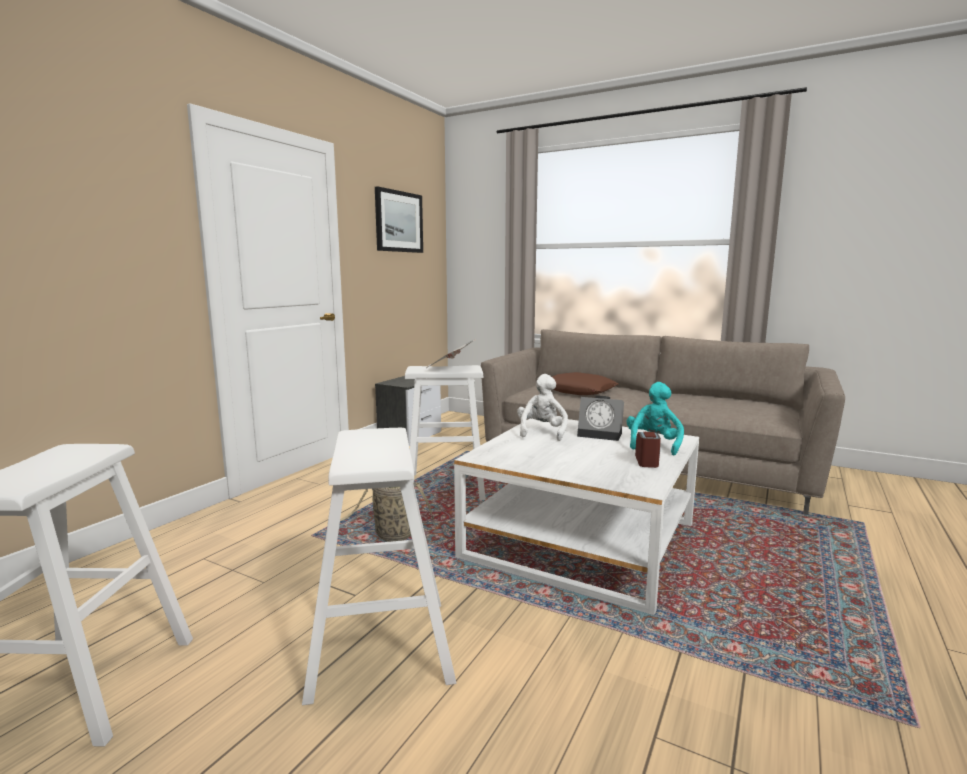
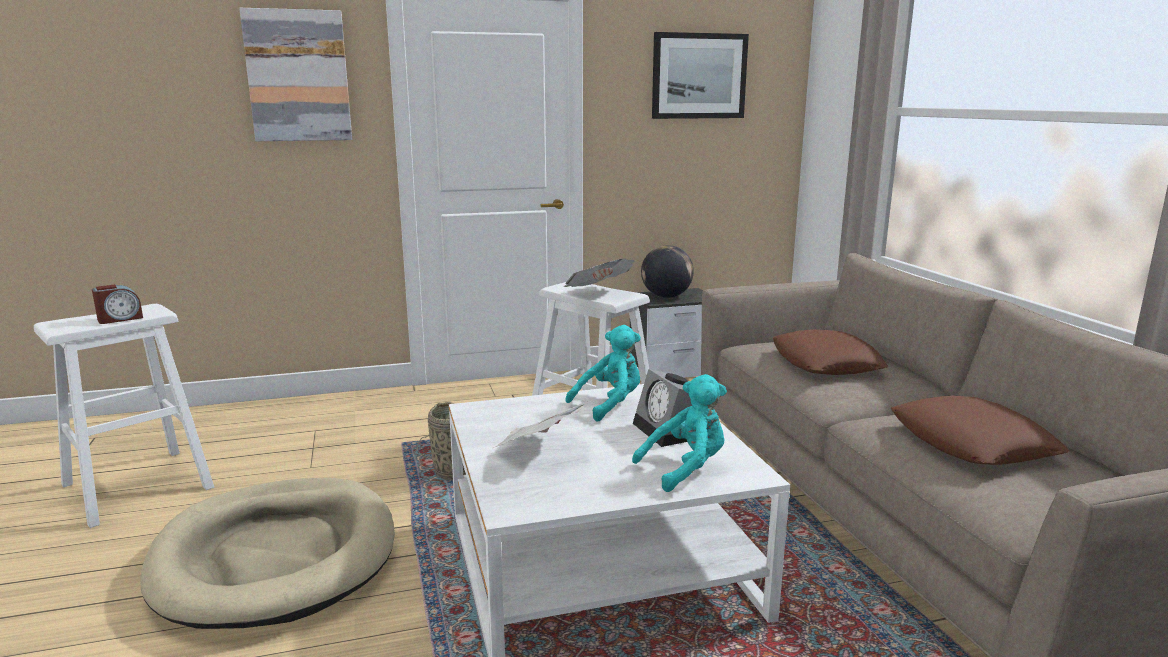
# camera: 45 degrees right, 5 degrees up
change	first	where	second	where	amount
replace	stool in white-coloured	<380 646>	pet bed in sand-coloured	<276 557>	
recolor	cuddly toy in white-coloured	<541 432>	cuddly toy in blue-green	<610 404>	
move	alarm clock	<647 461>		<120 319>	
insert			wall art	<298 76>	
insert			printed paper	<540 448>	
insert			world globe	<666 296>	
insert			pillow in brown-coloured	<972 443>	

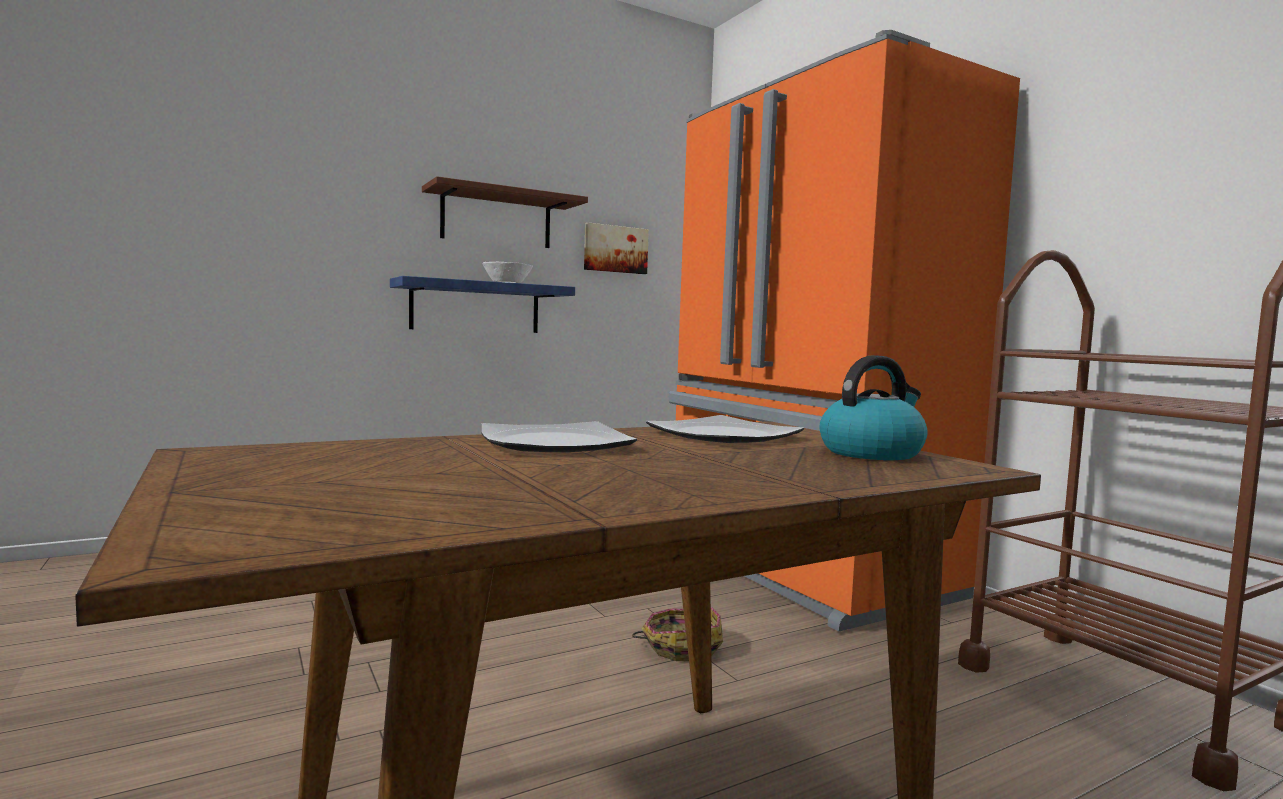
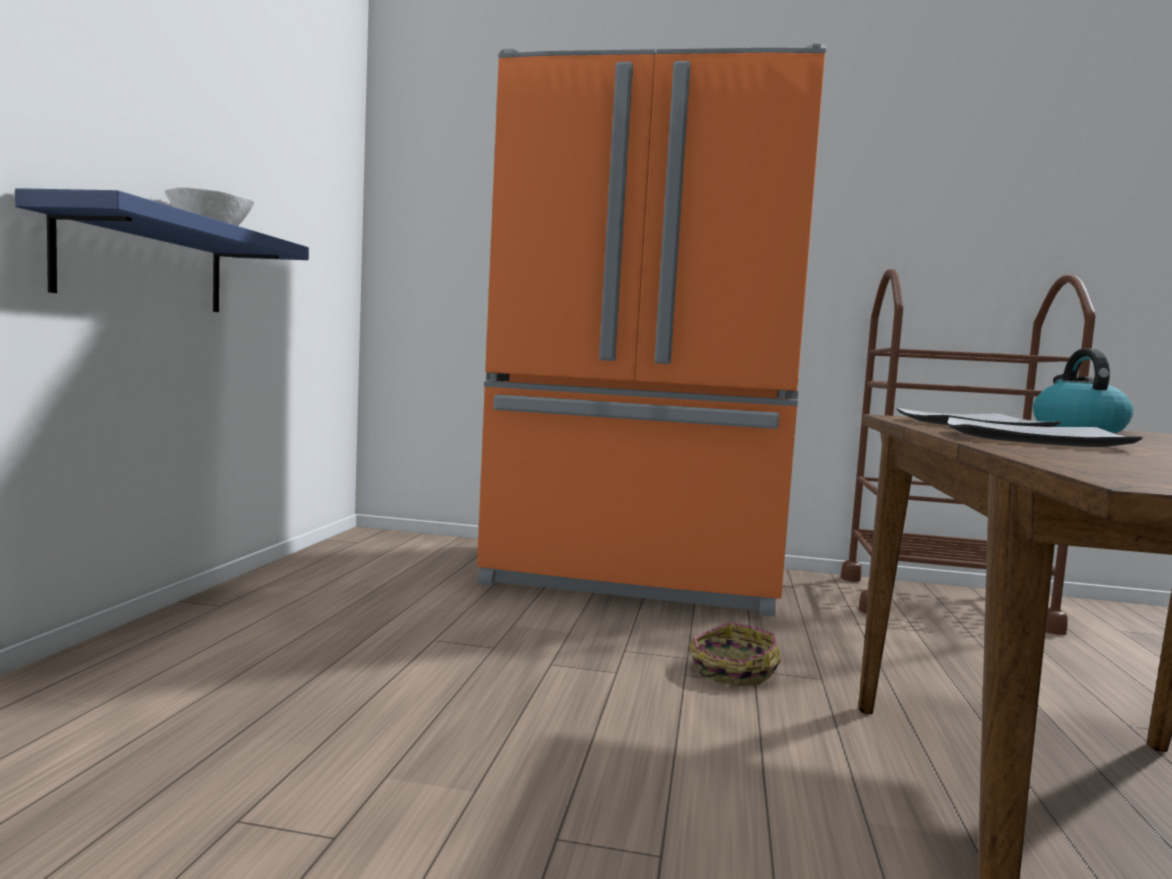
# camera: 50 degrees left, 0 degrees up
change	first	where	second	where	amount
delete	bracket shelf in brown-coloured	<496 219>			
delete	wall art	<615 249>			

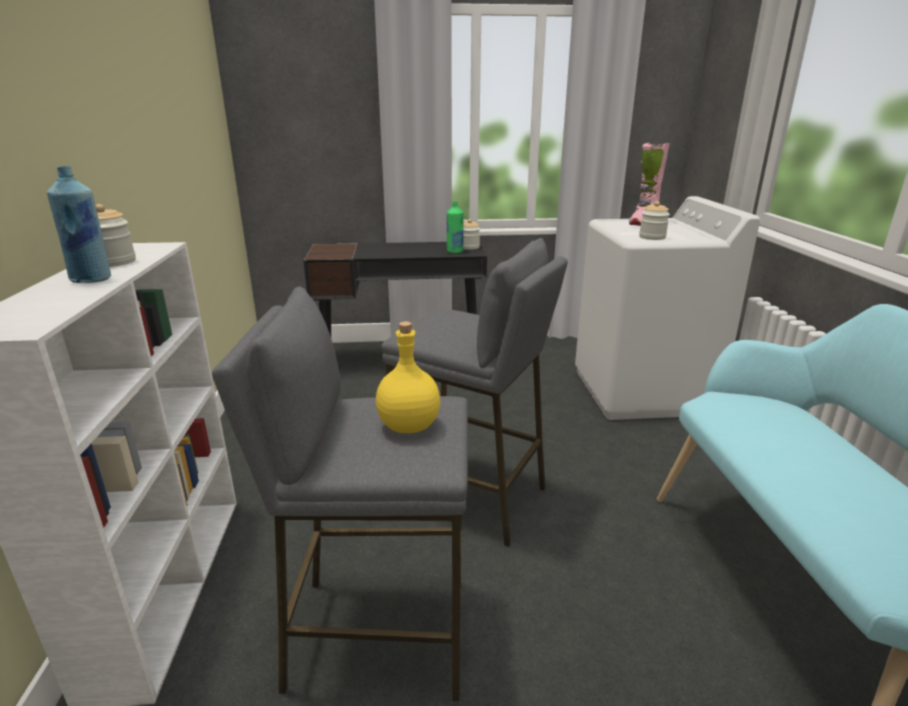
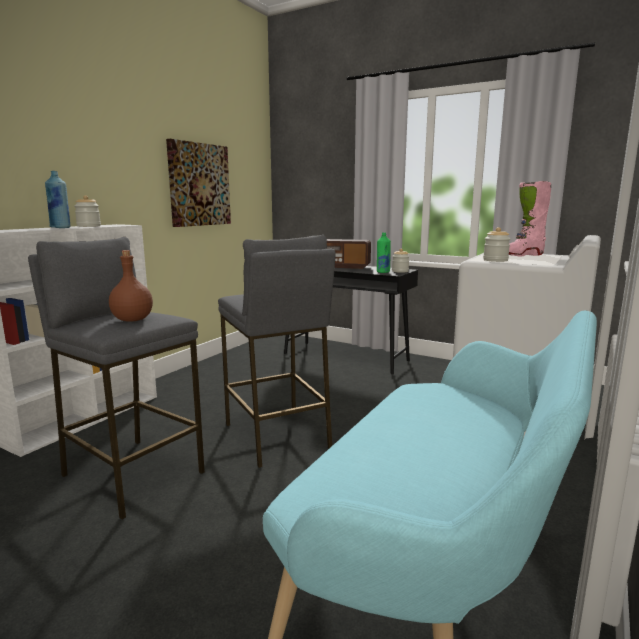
# camera: 35 degrees right, 10 degrees down
change	first	where	second	where	amount
recolor	drink bottle in yellow	<408 426>	drink bottle in brown-coloured	<132 320>	
insert			wall art	<199 185>	
insert			radio receiver	<344 266>	

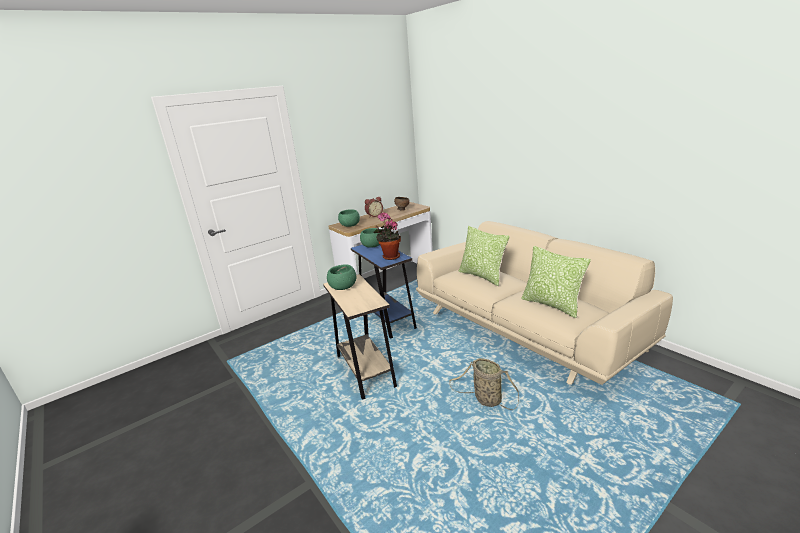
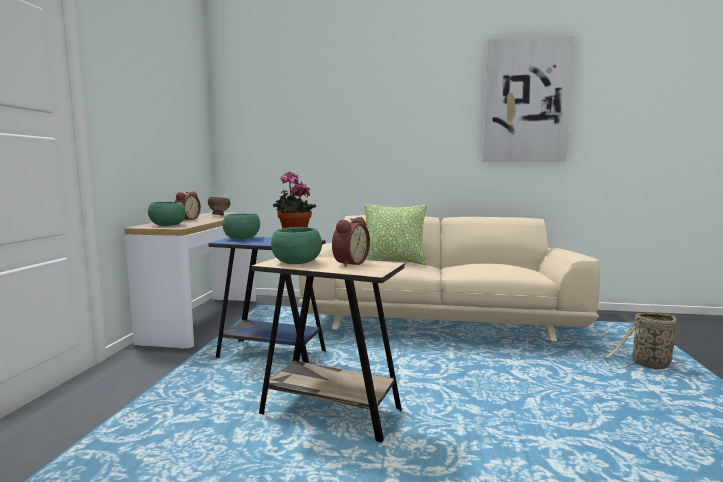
# camera: 45 degrees left, 15 degrees down
change	first	where	second	where	amount
move	household basket	<485 399>		<648 365>	
delete	pillow	<552 305>			
insert			alarm clock	<349 263>	
insert			wall art	<526 101>	

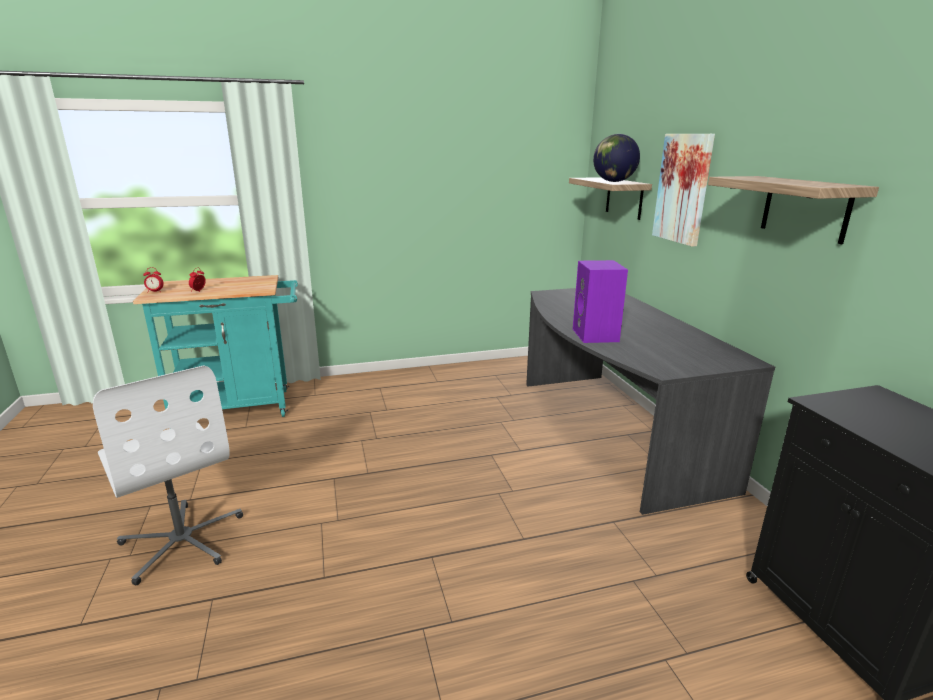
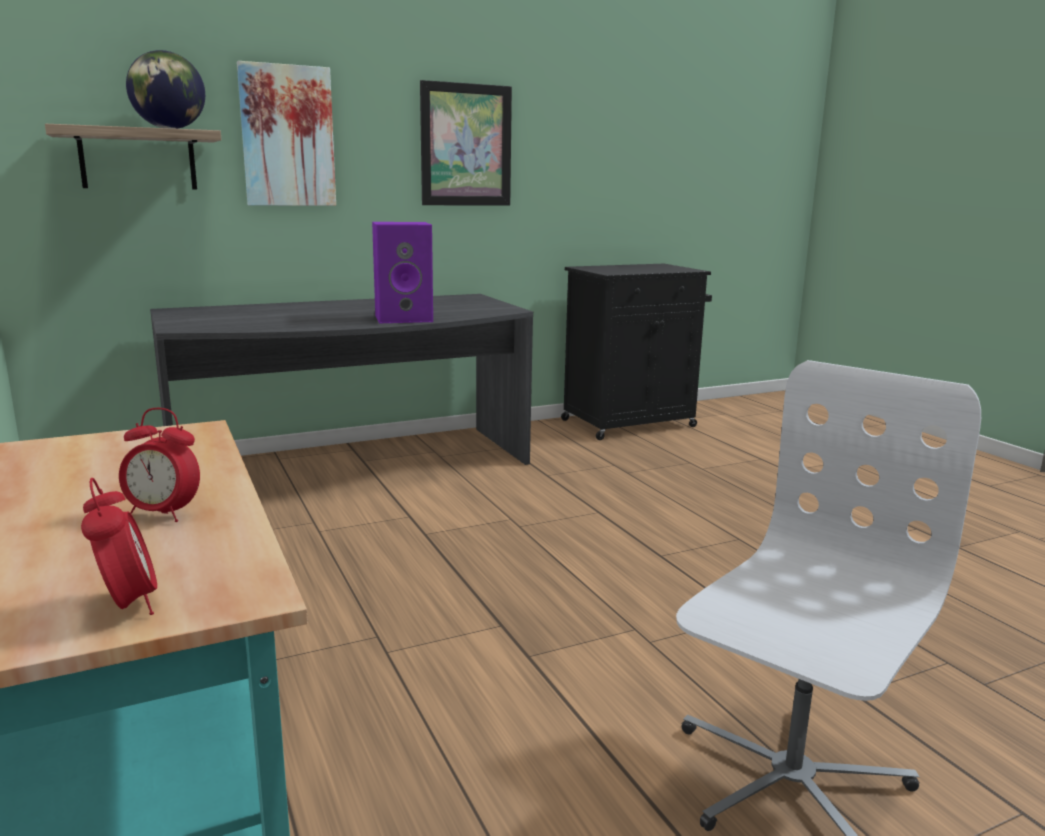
# camera: 100 degrees left, 5 degrees down
change	first	where	second	where	amount
replace	bracket shelf	<805 208>	wall art	<466 145>	

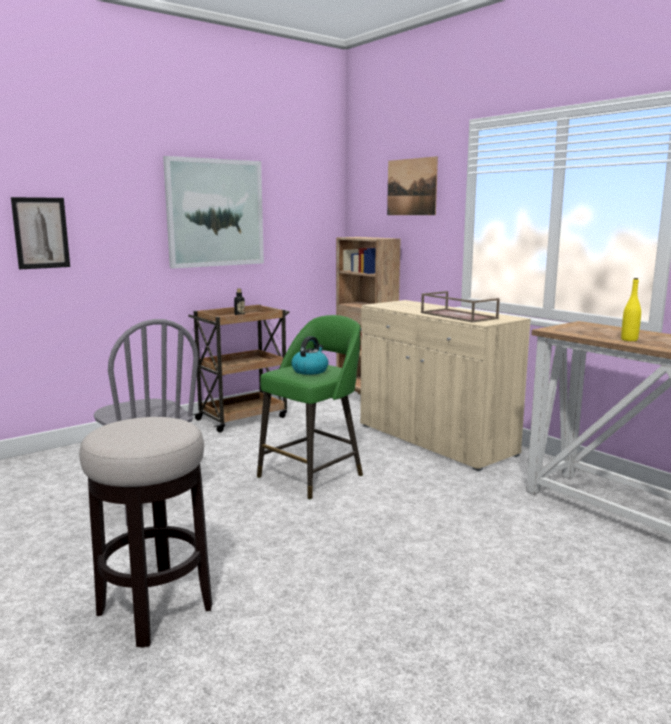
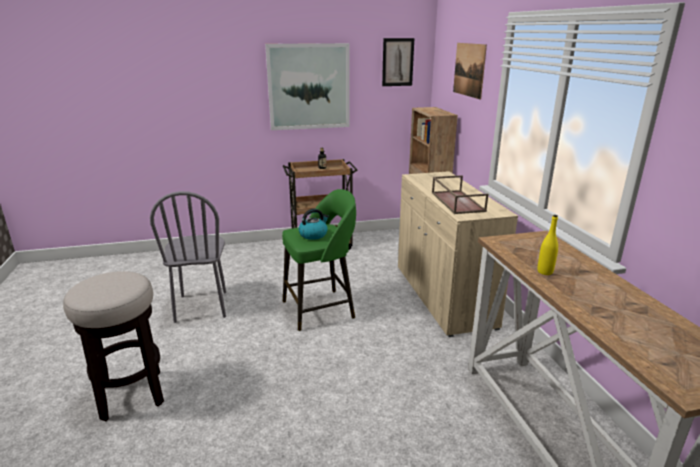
# camera: 25 degrees right, 10 degrees up
change	first	where	second	where	amount
move	wall art	<41 233>		<397 62>	

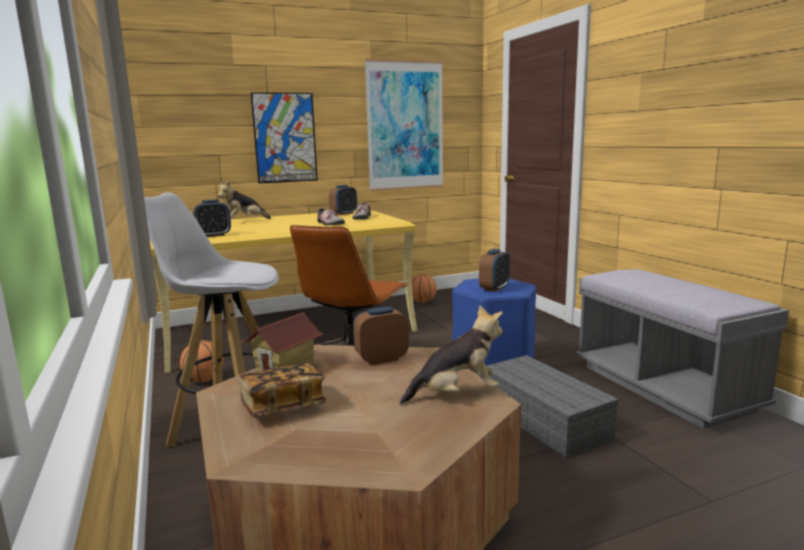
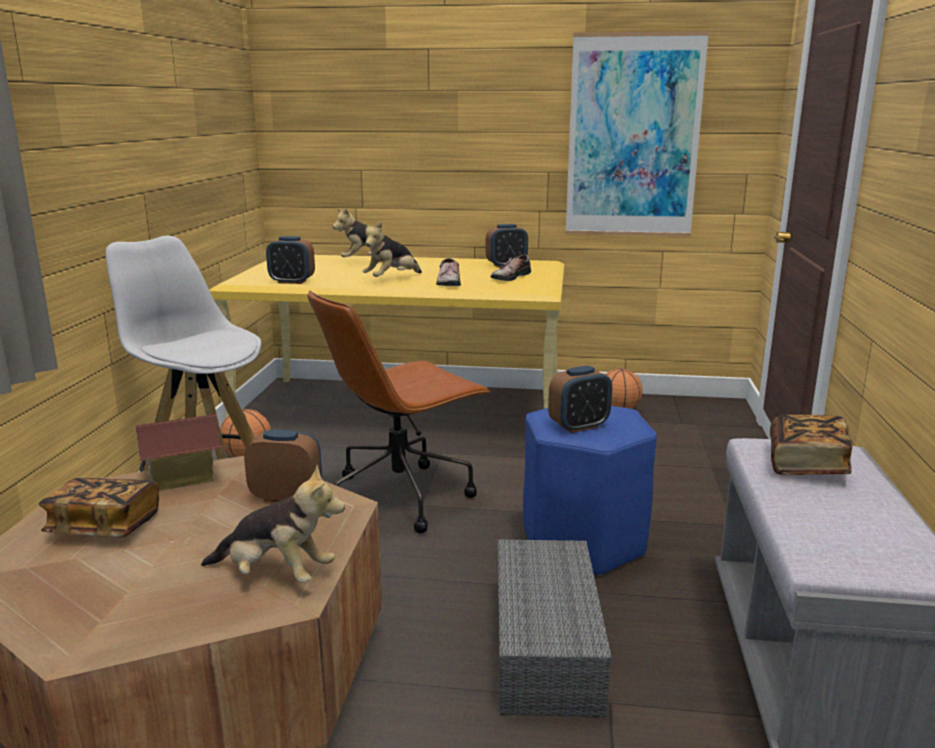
# camera: 30 degrees right, 5 degrees up
change	first	where	second	where	amount
delete	wall art	<285 138>			
insert			cuddly toy	<391 279>	
insert			book	<806 465>	

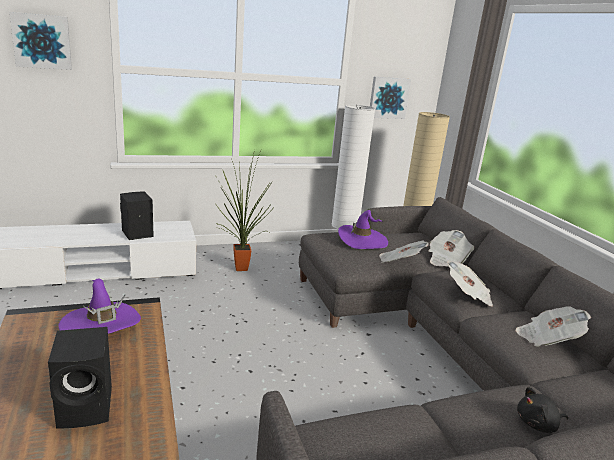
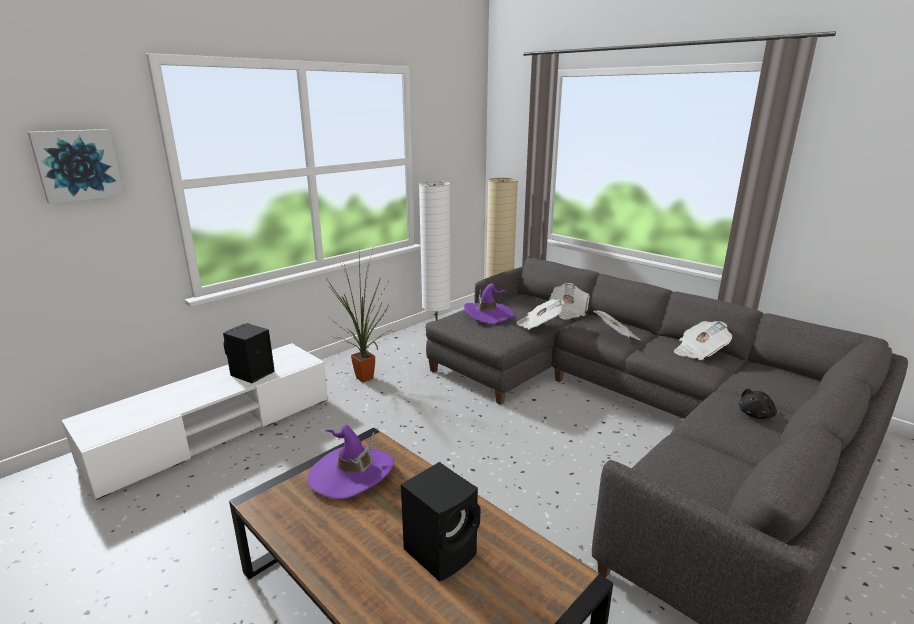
# camera: 25 degrees left, 0 degrees up
change	first	where	second	where	amount
delete	wall art	<388 97>			

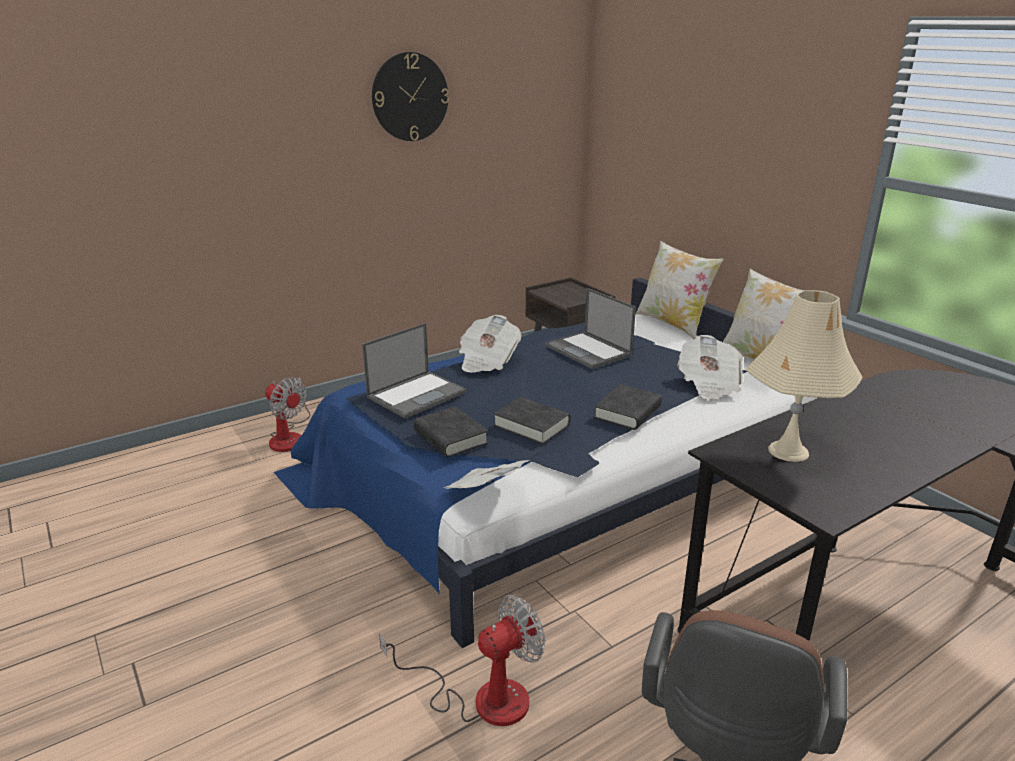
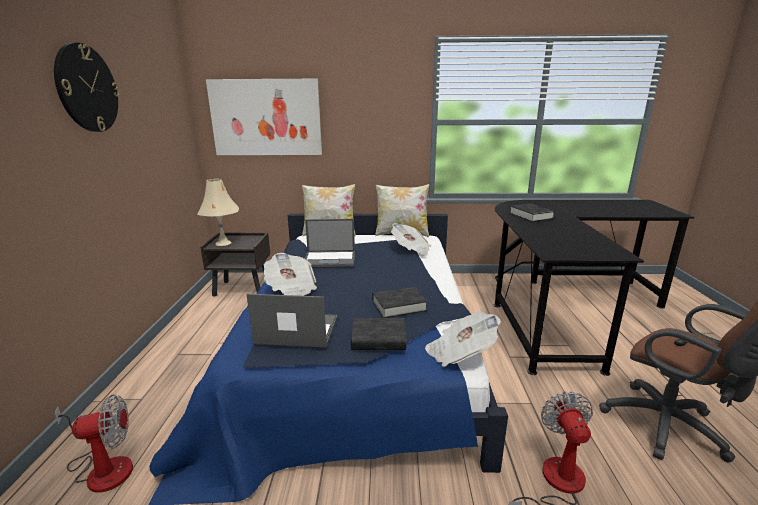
# camera: 55 degrees left, 5 degrees down
change	first	where	second	where	amount
rotate	notebook computer	<417 394>		<296 330>	75 degrees counterclockwise
move	book in black	<627 412>		<531 216>	
move	tabletop lamp in sand-coloured	<788 451>		<223 243>	
insert			wall art	<266 118>	

